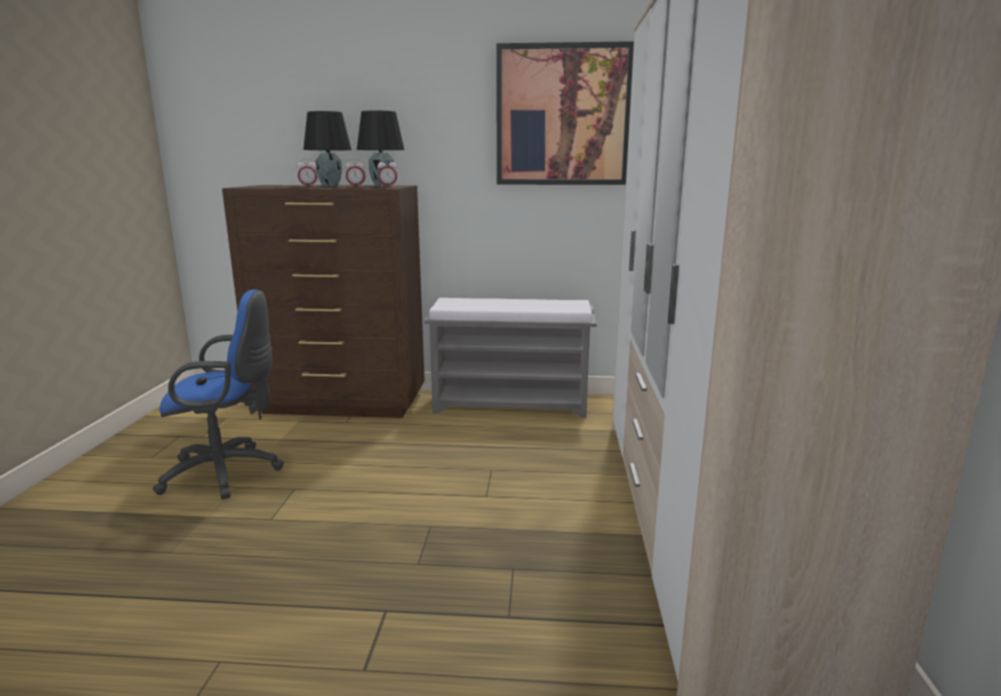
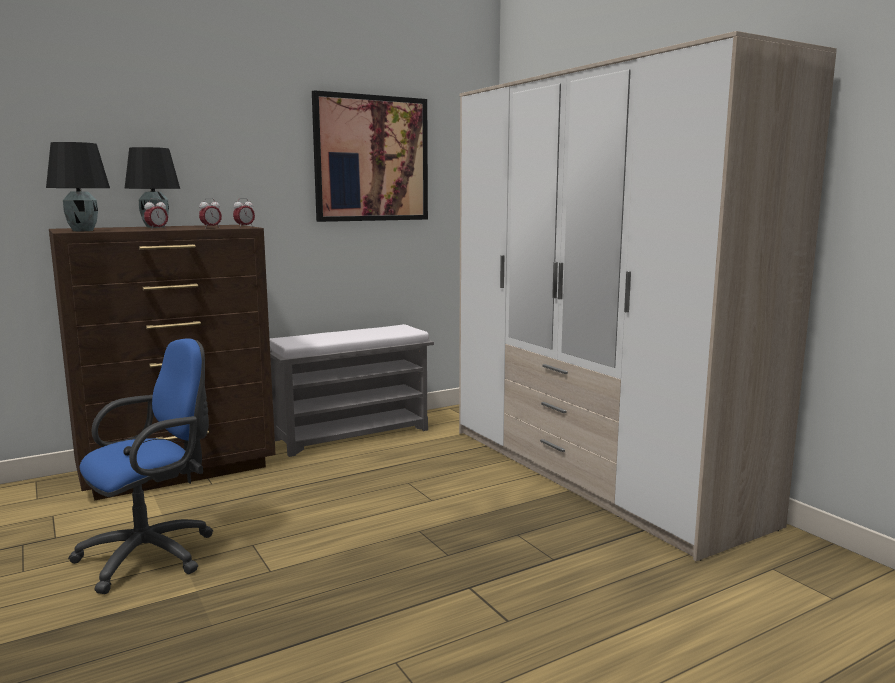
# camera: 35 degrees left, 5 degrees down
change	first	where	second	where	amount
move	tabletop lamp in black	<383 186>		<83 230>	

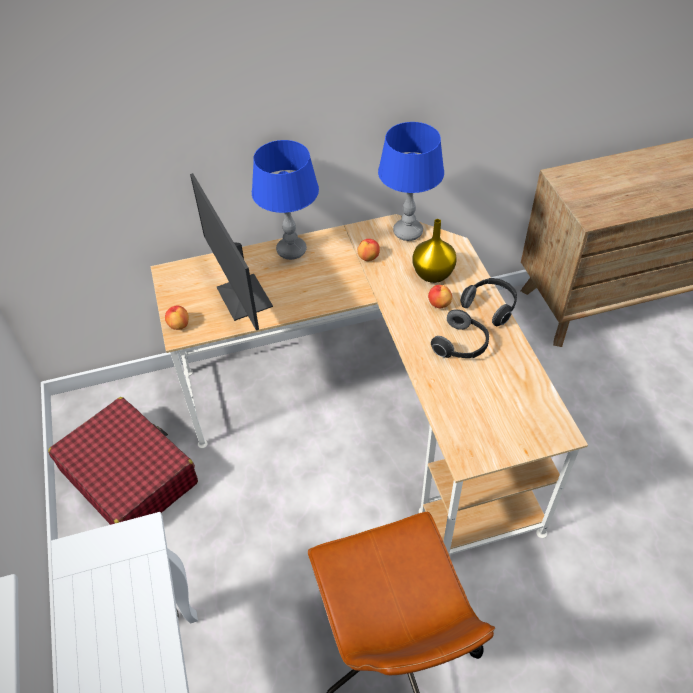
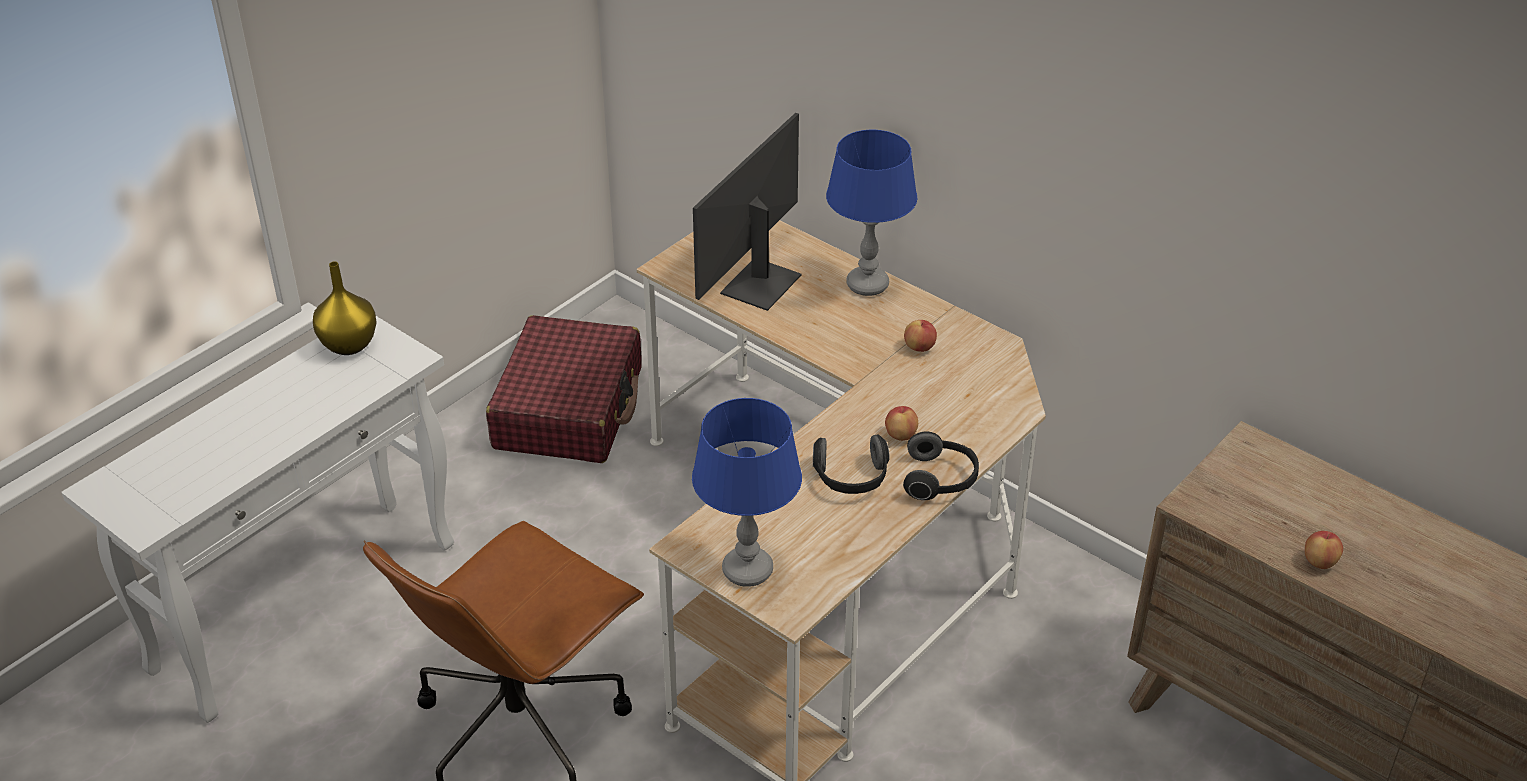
# camera: 55 degrees right, 10 degrees down
change	first	where	second	where	amount
move	apple	<179 325>		<1319 562>	
move	tabletop lamp in bluish	<407 232>		<748 570>	
move	flower vase in yellow	<433 274>		<350 345>	

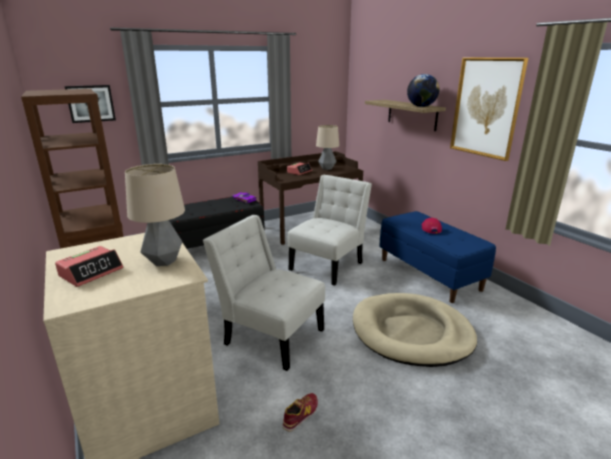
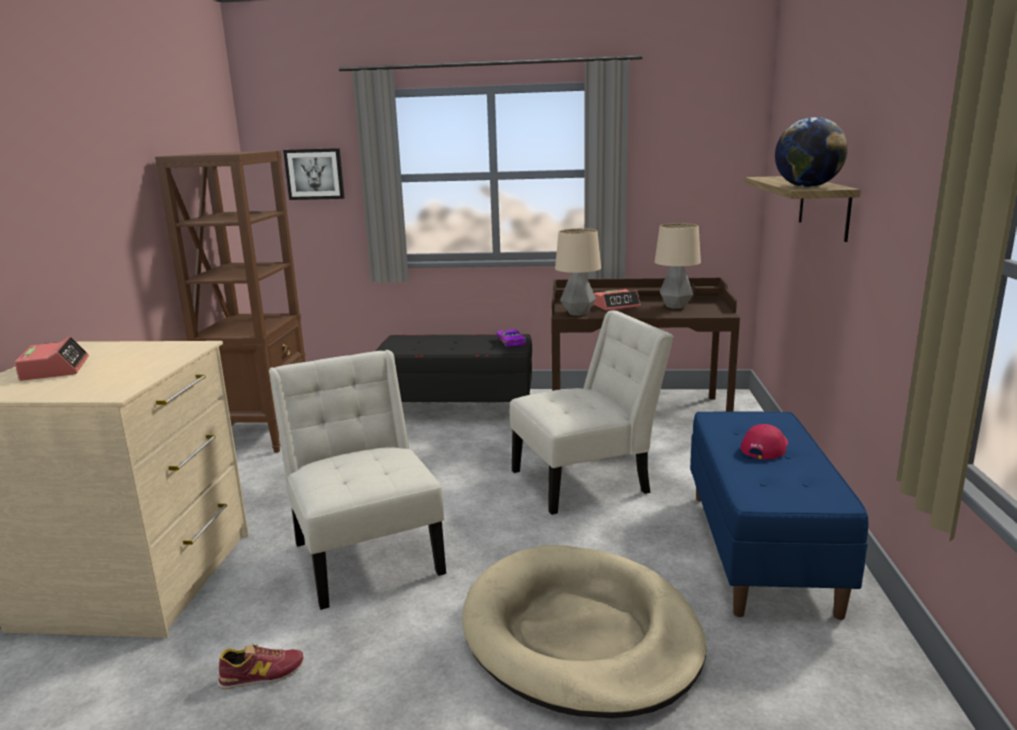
# camera: 35 degrees right, 5 degrees down
change	first	where	second	where	amount
rotate	alarm clock	<91 272>		<55 369>	90 degrees counterclockwise
move	tabletop lamp	<164 261>		<578 313>	
delete	wall art	<486 107>			

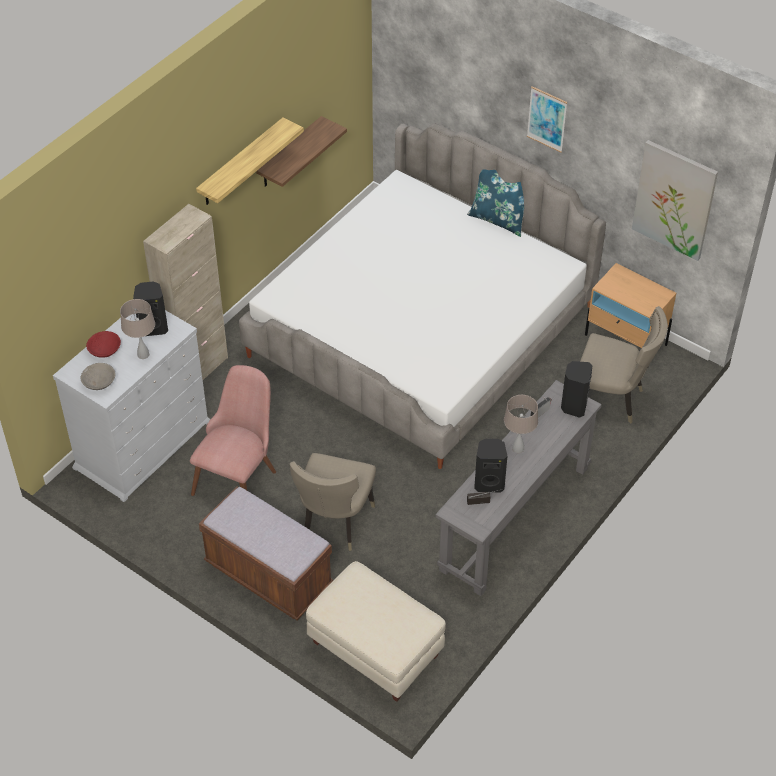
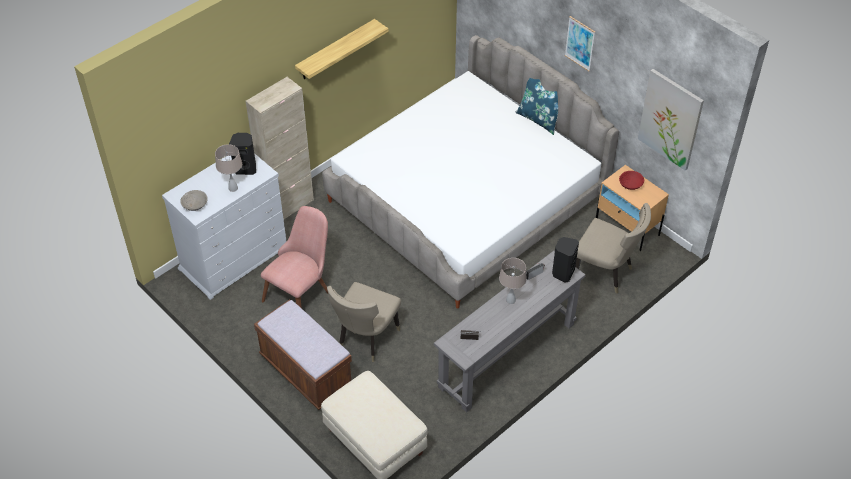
# camera: 10 degrees right, 0 degrees up
change	first	where	second	where	amount
move	serving bowl in reddish	<104 350>		<630 184>	
delete	bracket shelf	<289 153>			
delete	speaker in black	<489 483>			

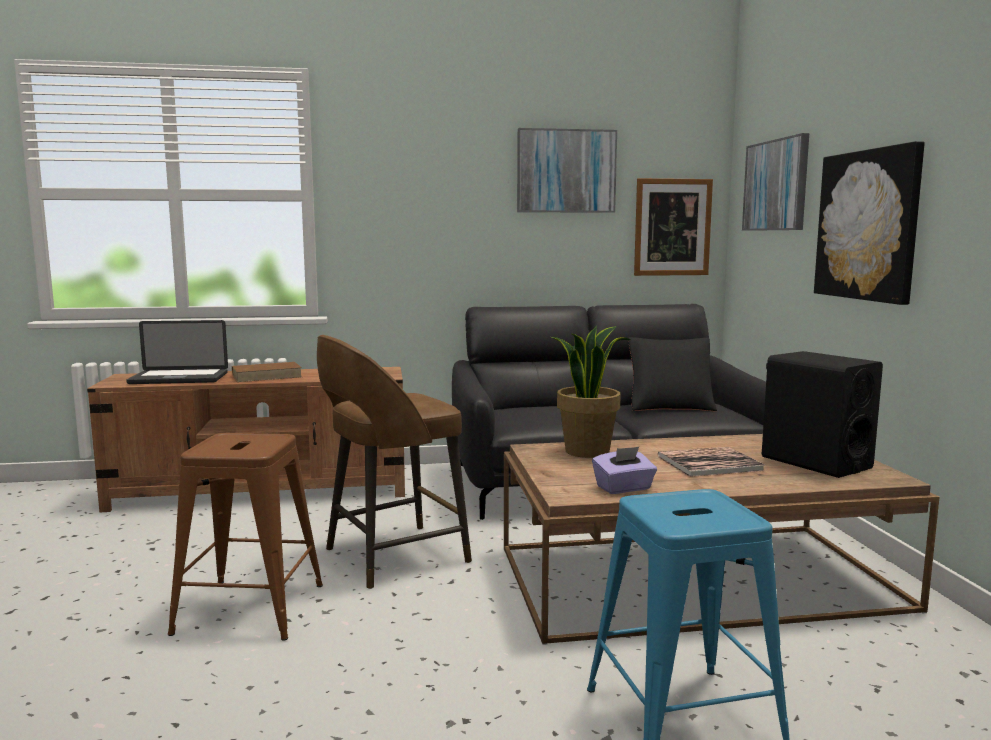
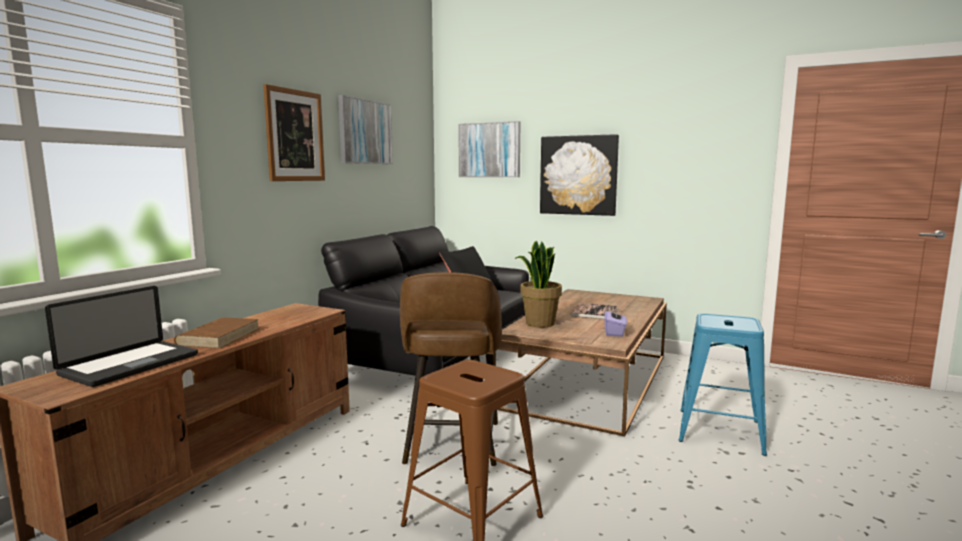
# camera: 55 degrees left, 0 degrees up
change	first	where	second	where	amount
move	wall art	<672 227>		<295 135>	
delete	speaker in black	<815 462>			

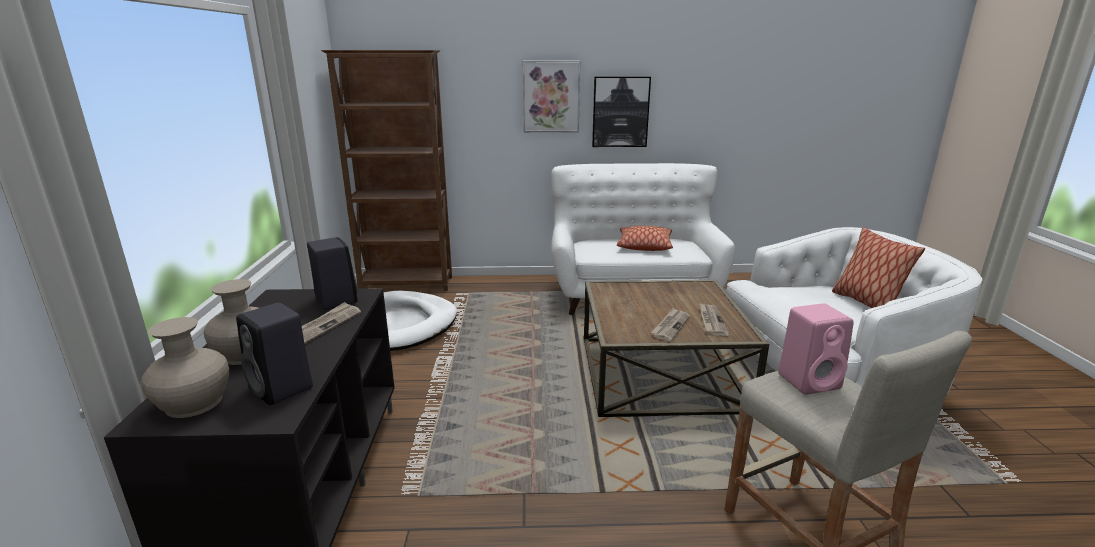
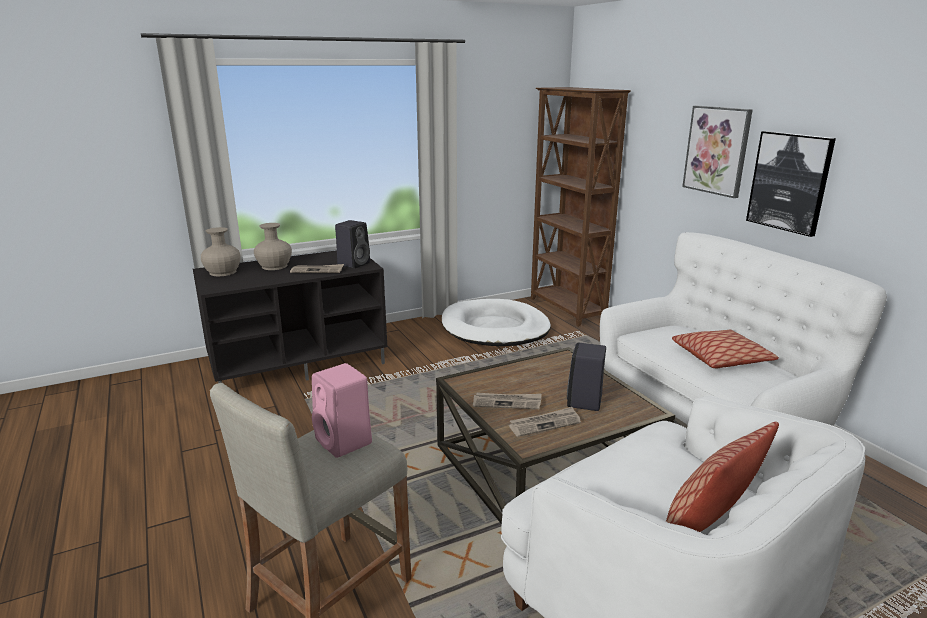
# camera: 65 degrees right, 0 degrees up
change	first	where	second	where	amount
move	speaker in black	<282 388>		<584 402>	

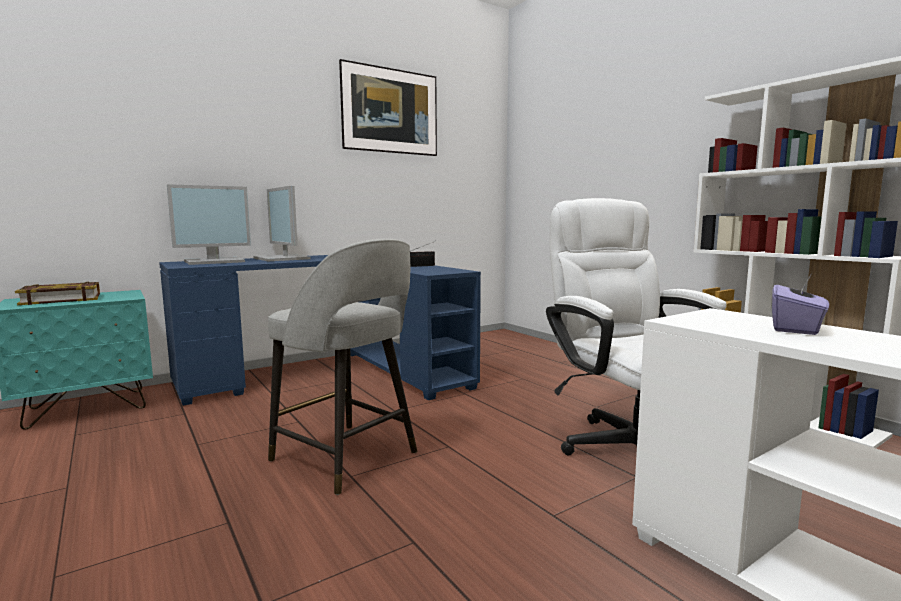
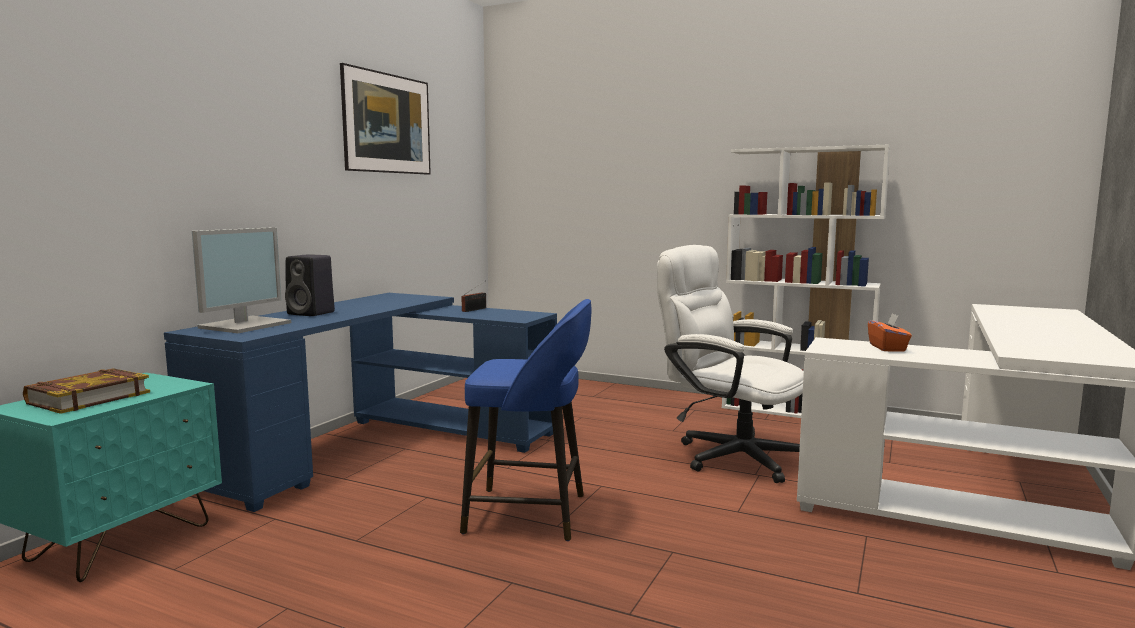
# camera: 30 degrees left, 0 degrees up
change	first	where	second	where	amount
replace	computer screen	<282 258>	speaker in black	<312 313>	
recolor	stool in grey	<347 457>	stool in bluish	<530 514>	
recolor	box of tissues in purple	<796 328>	box of tissues in orange-coloured	<888 348>	

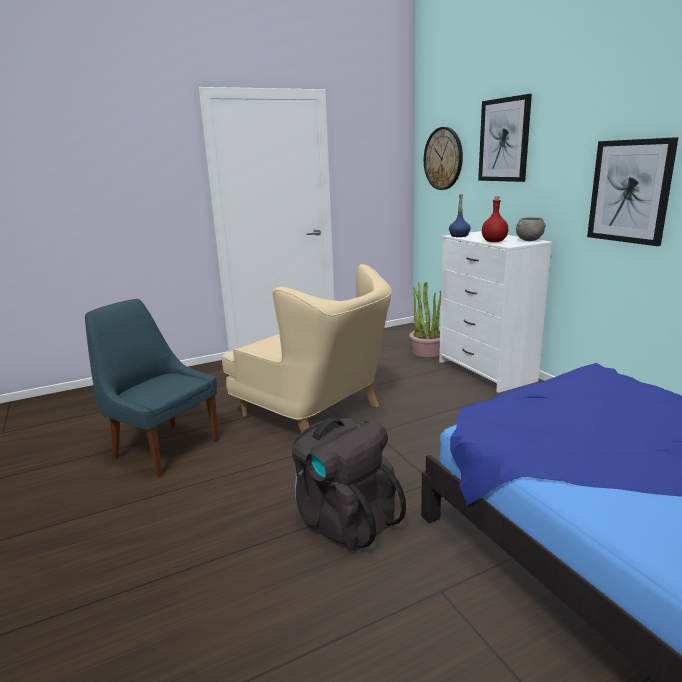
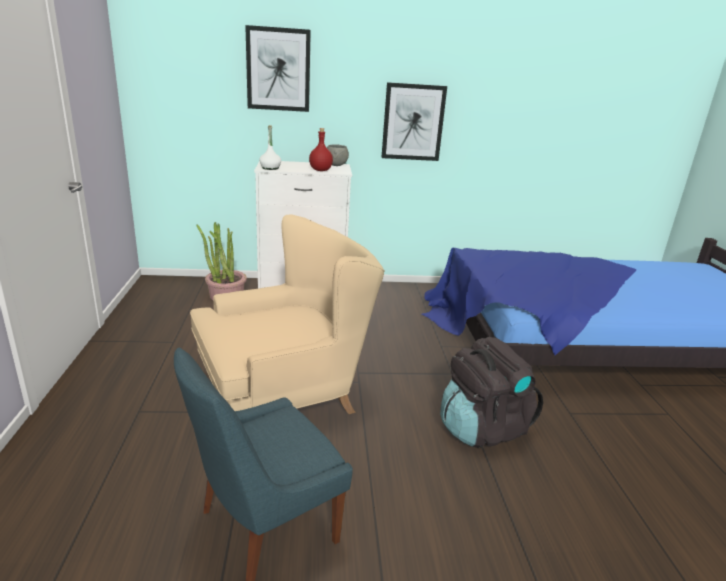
# camera: 70 degrees left, 5 degrees up
change	first	where	second	where	amount
delete	hanging clock	<443 158>			
recolor	drink bottle in bluish	<459 236>	drink bottle in white-coloured	<270 168>	

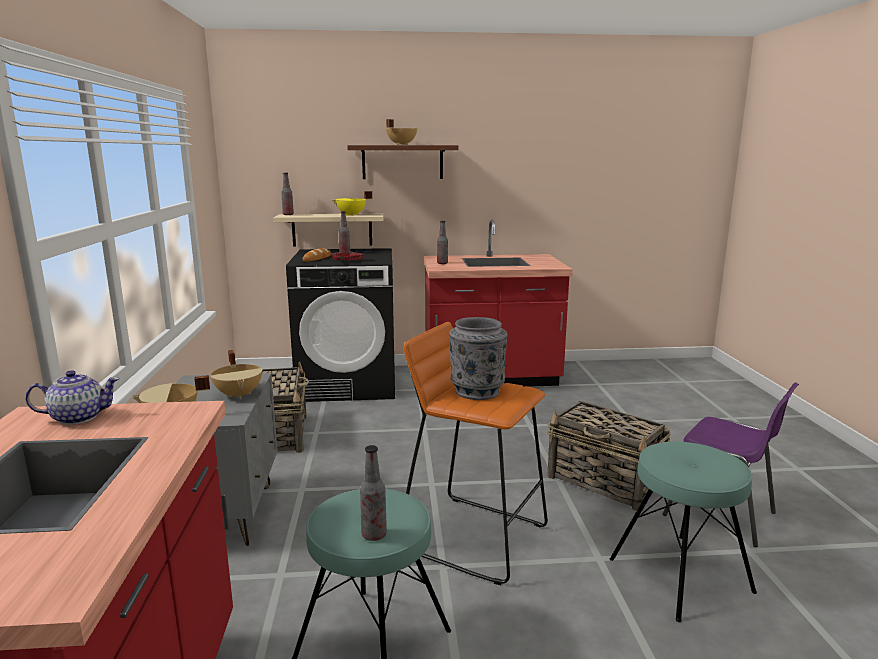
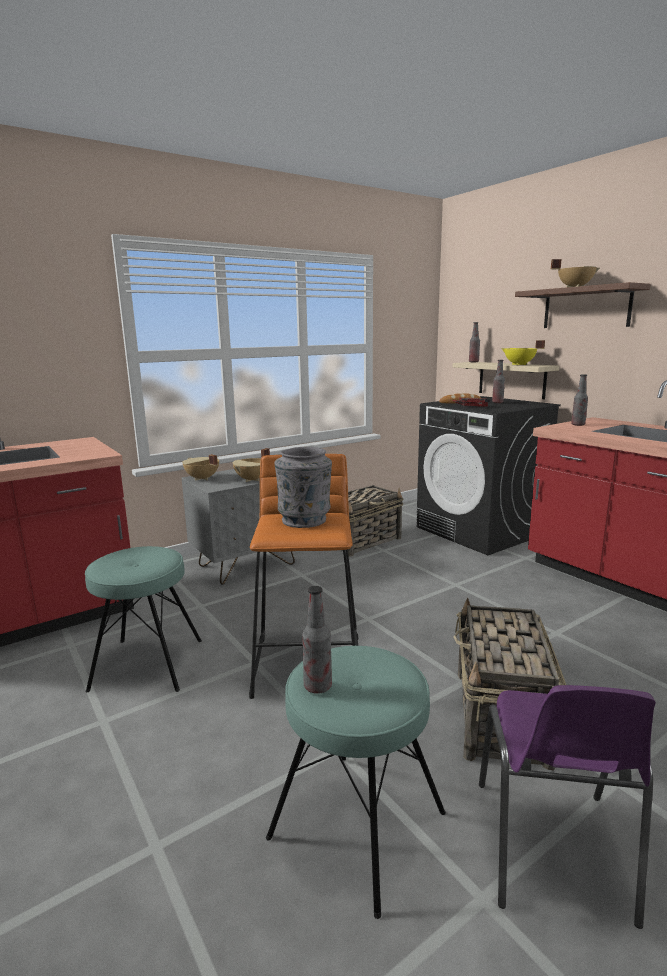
# camera: 60 degrees right, 0 degrees up
change	first	where	second	where	amount
delete	teapot	<78 417>			
move	drink bottle	<374 535>		<317 686>	

